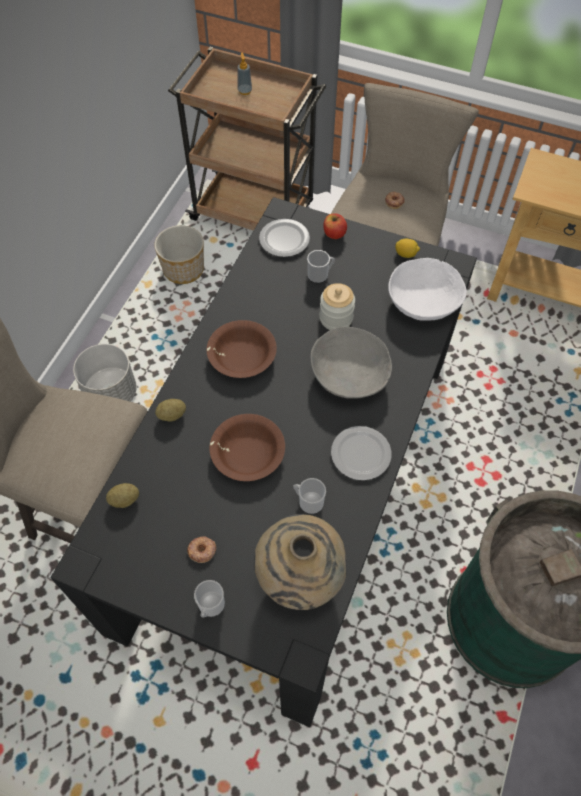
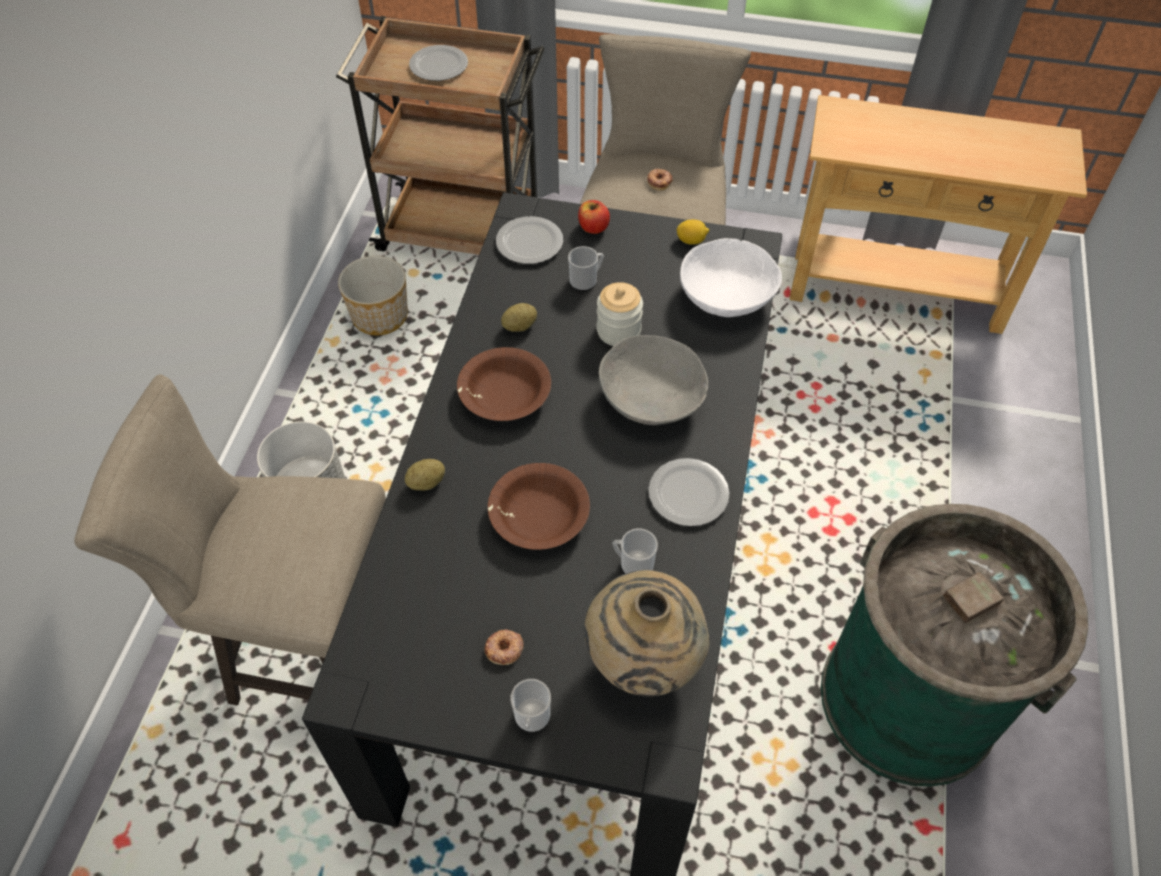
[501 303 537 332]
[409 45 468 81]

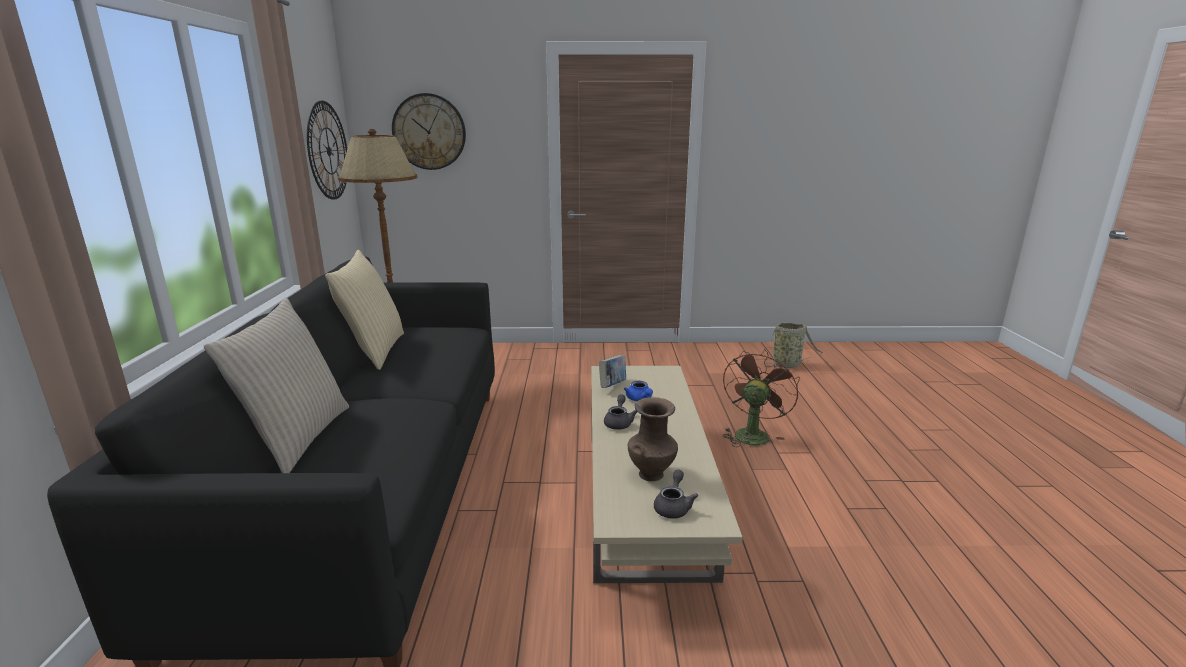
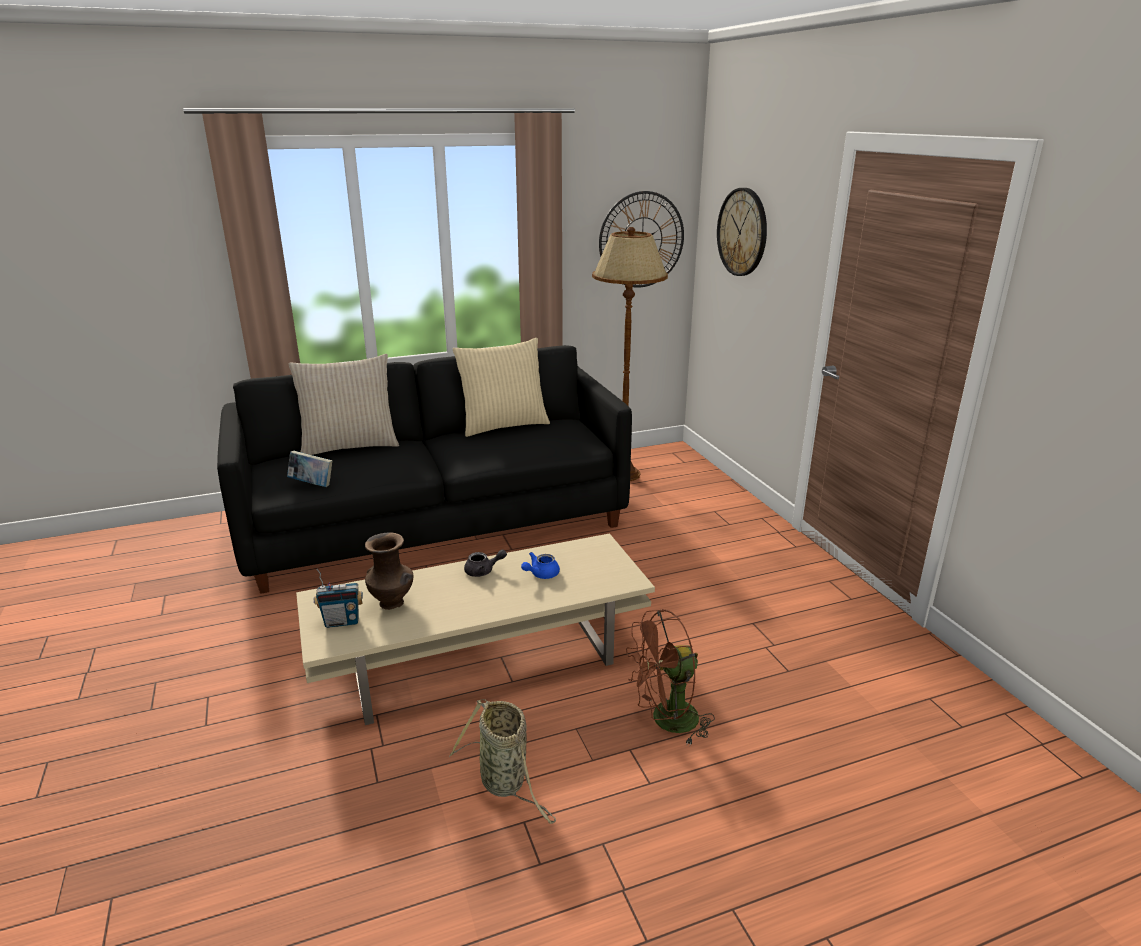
[287 451 332 487]
[449 699 556 824]
[314 568 363 628]
[626 609 715 746]

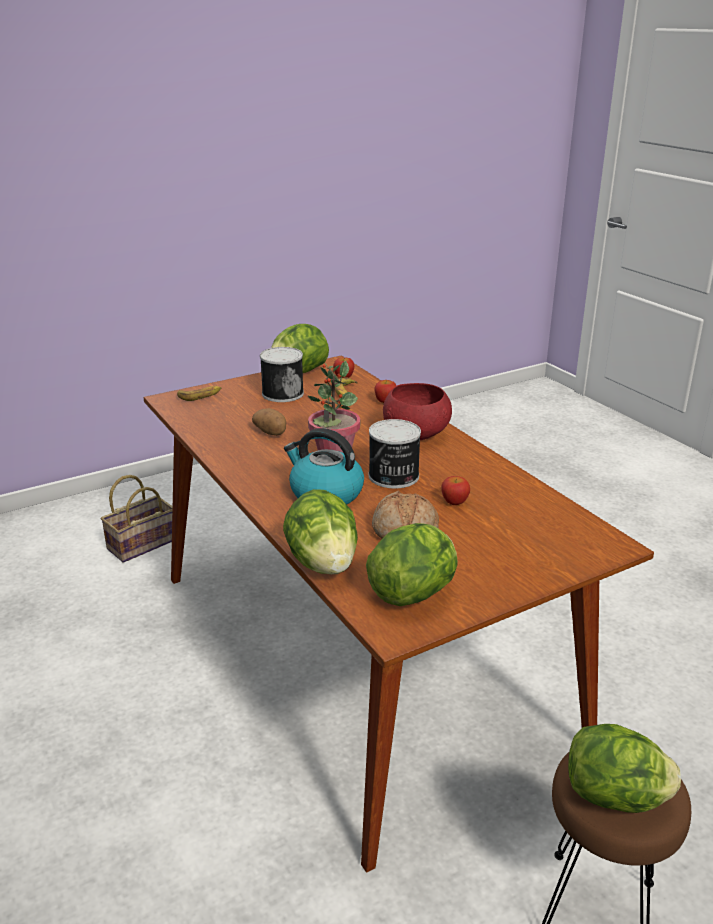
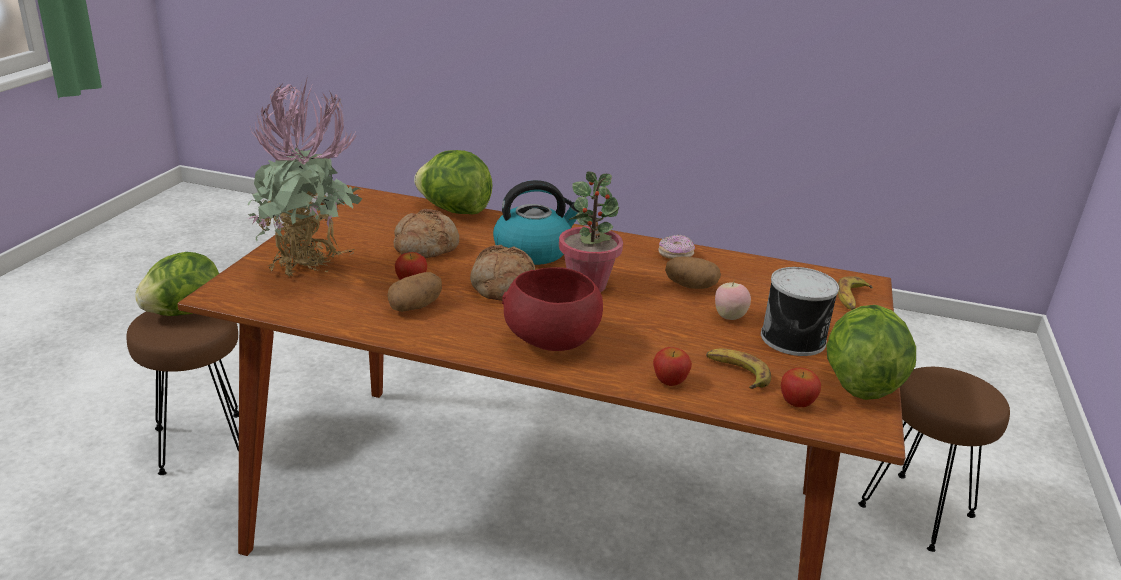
[366 523 458 606] (first image)
[248 76 363 277]
[388 272 442 312]
[658 235 695 259]
[715 281 751 320]
[858 367 1010 552]
[470 245 535 301]

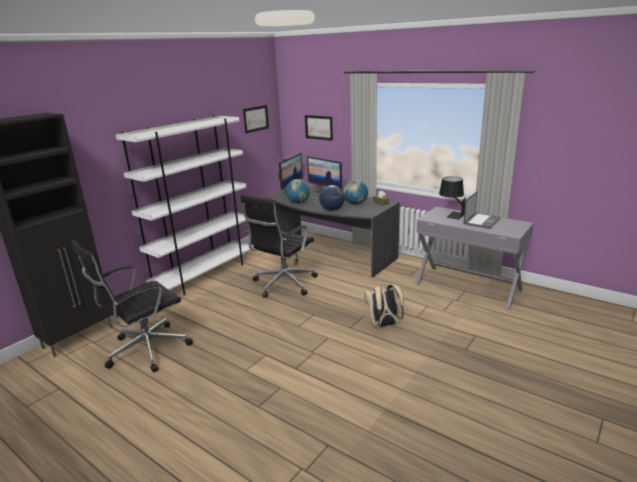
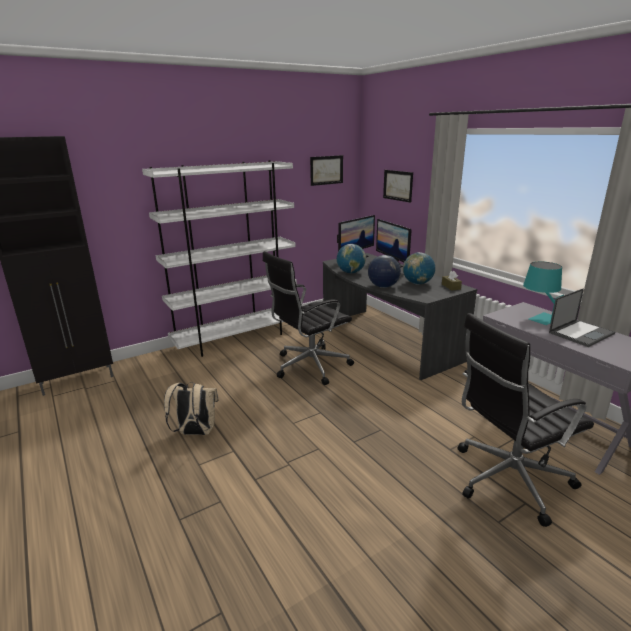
[458 313 594 527]
[164 382 219 435]
[523 261 564 325]

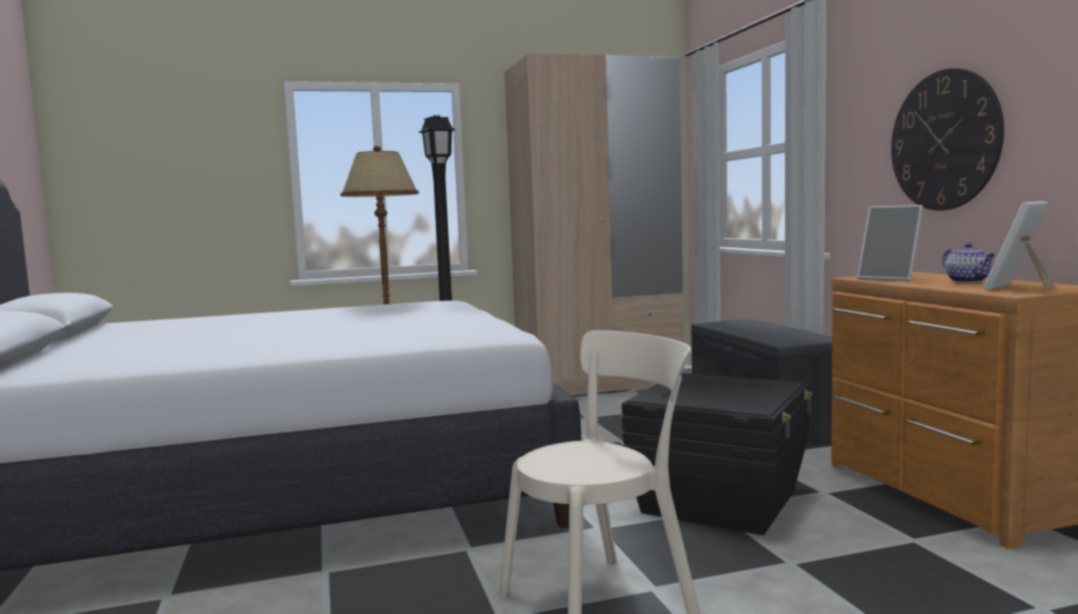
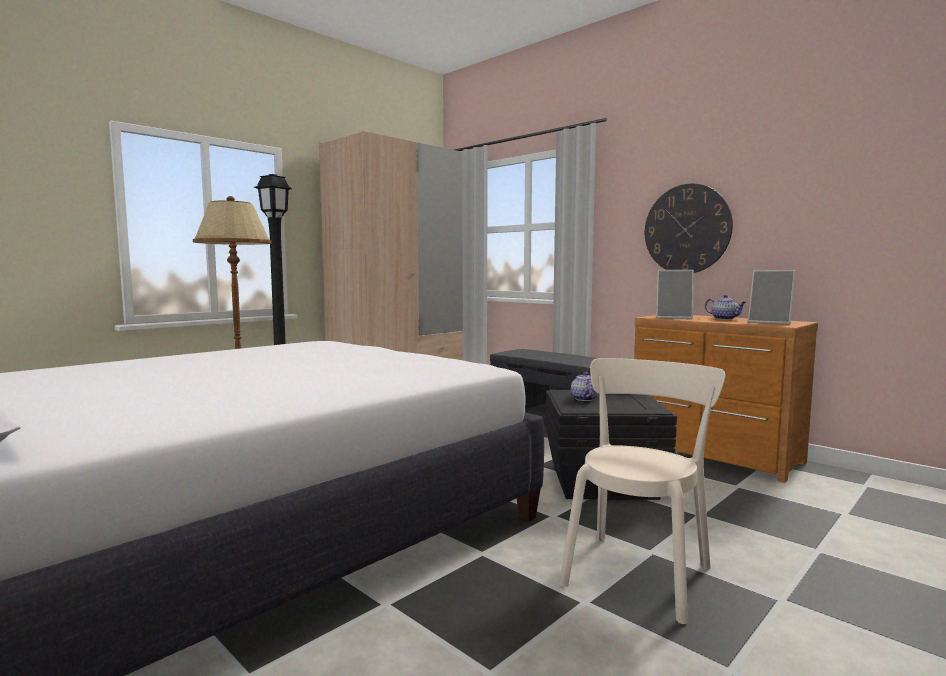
[571 372 599 401]
[748 270 795 325]

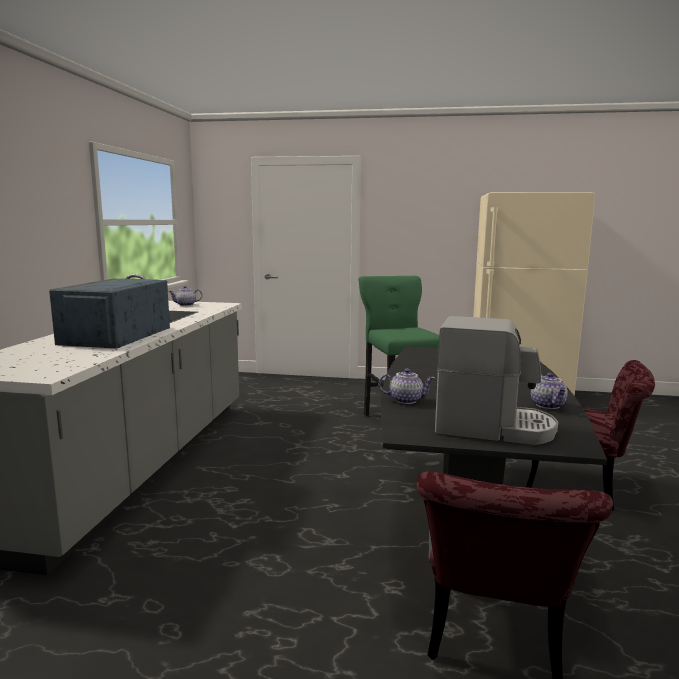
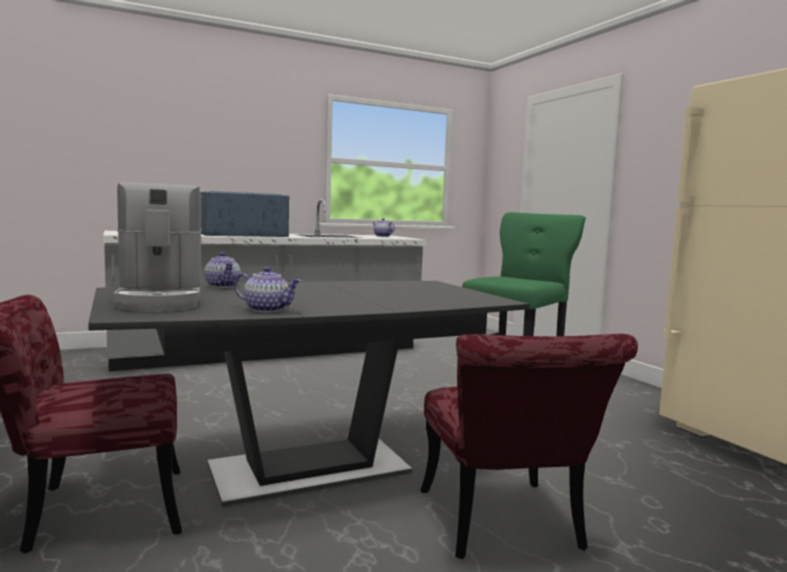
[234 267 301 312]

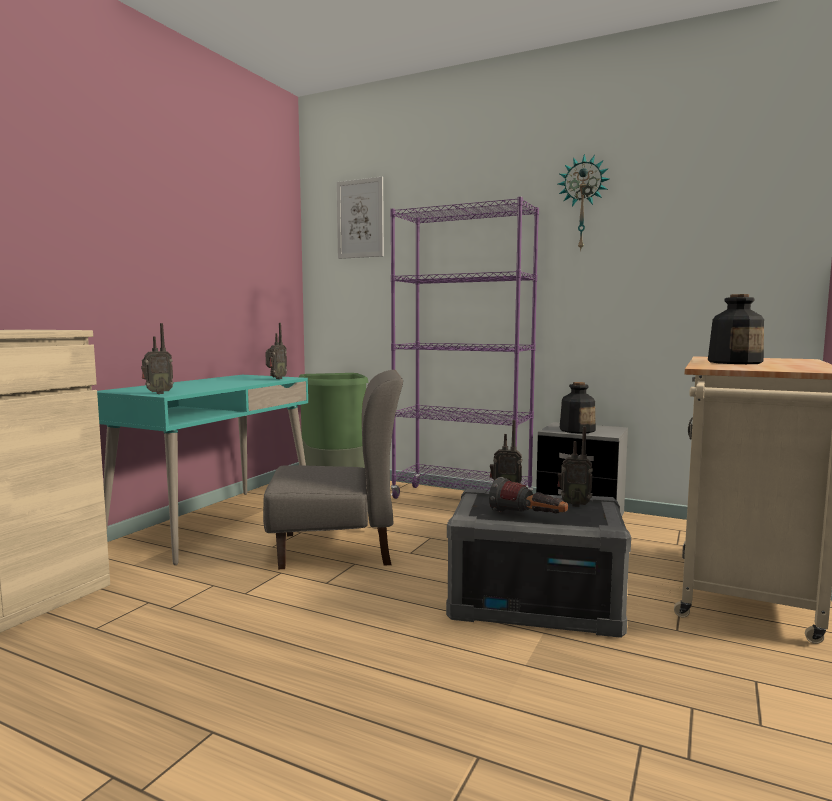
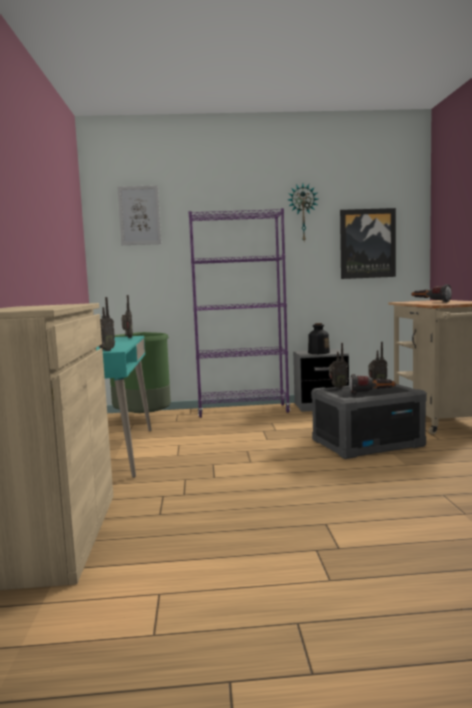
[263 370 403 569] (first image)
[340 208 396 279]
[412 284 452 303]

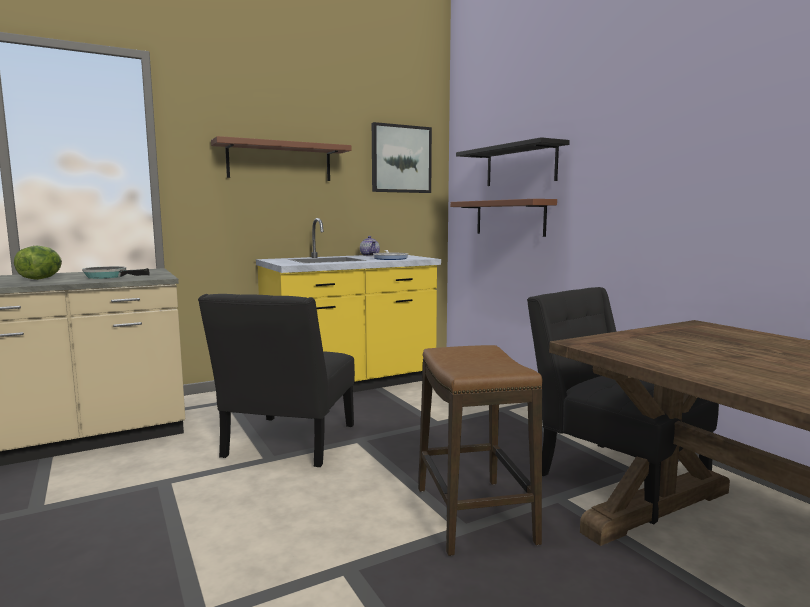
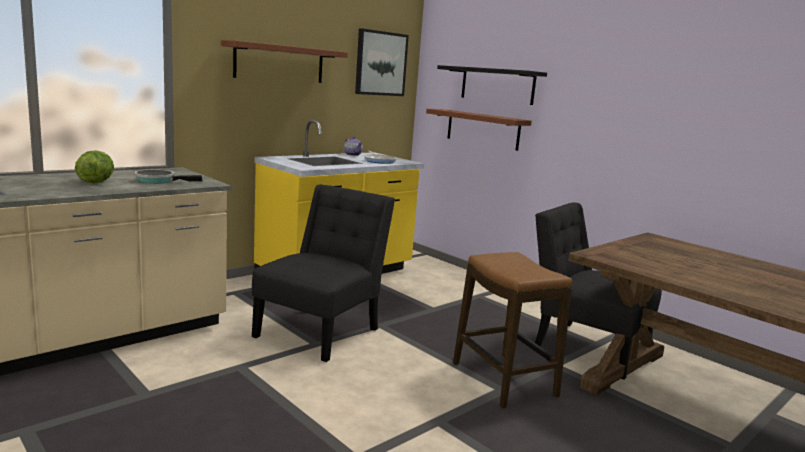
[252 184 395 362]

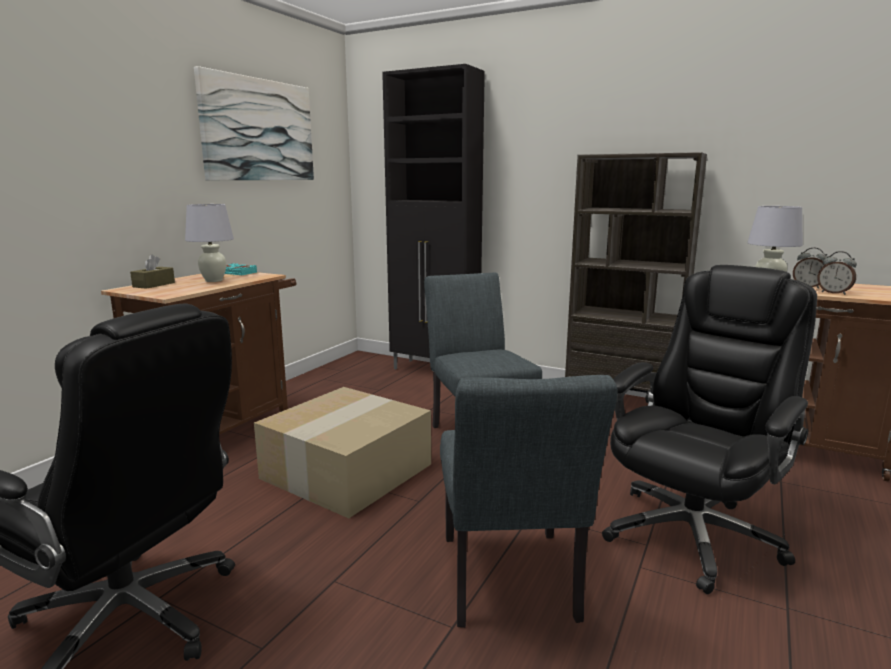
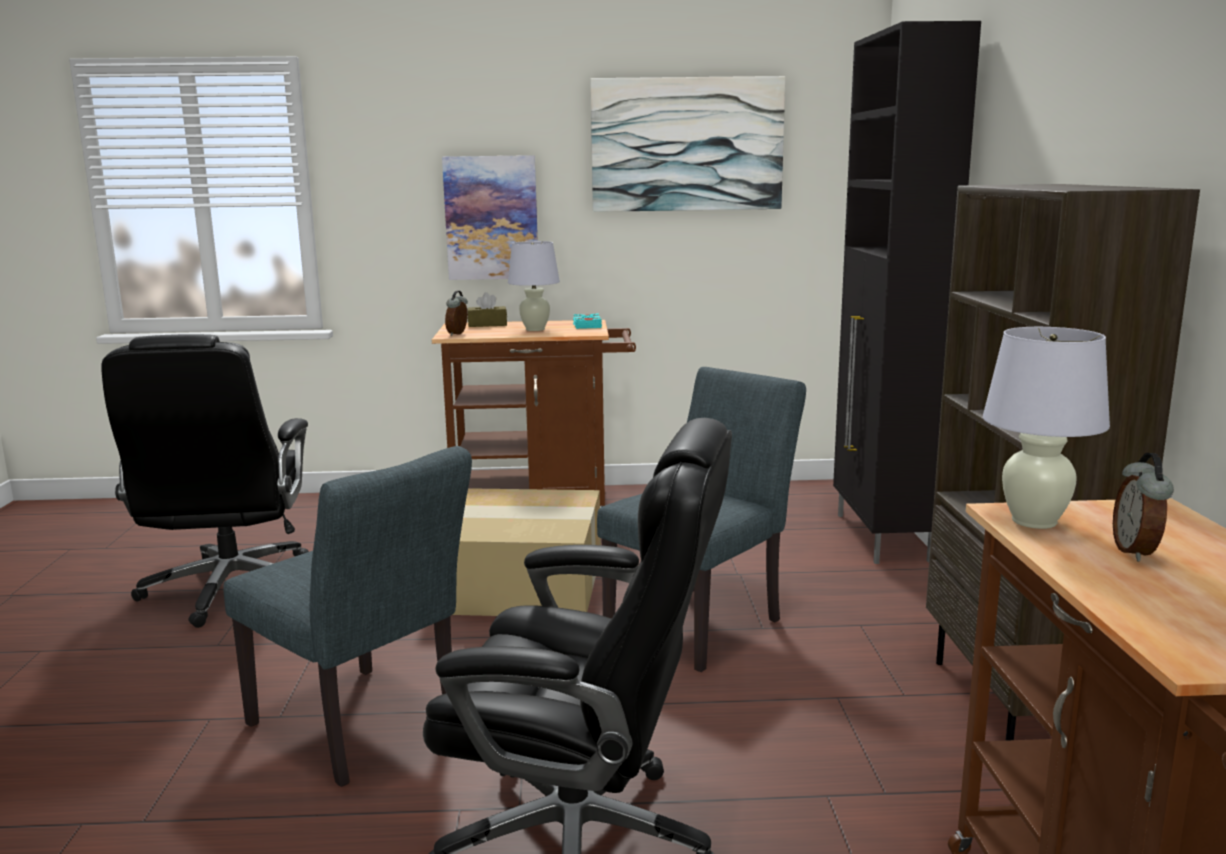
[442 155 538 280]
[445 291 468 336]
[223 446 472 787]

